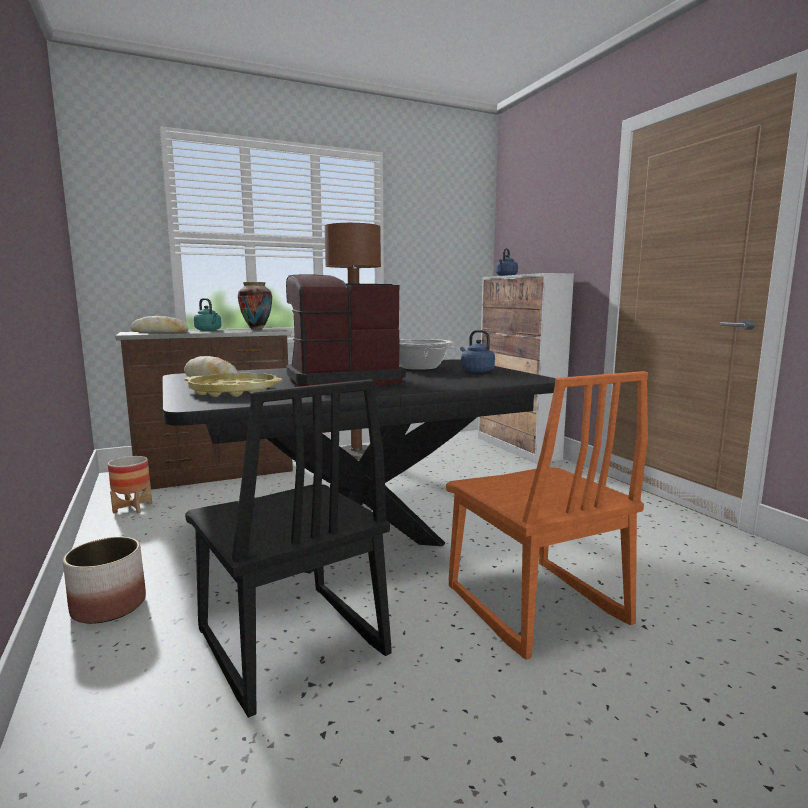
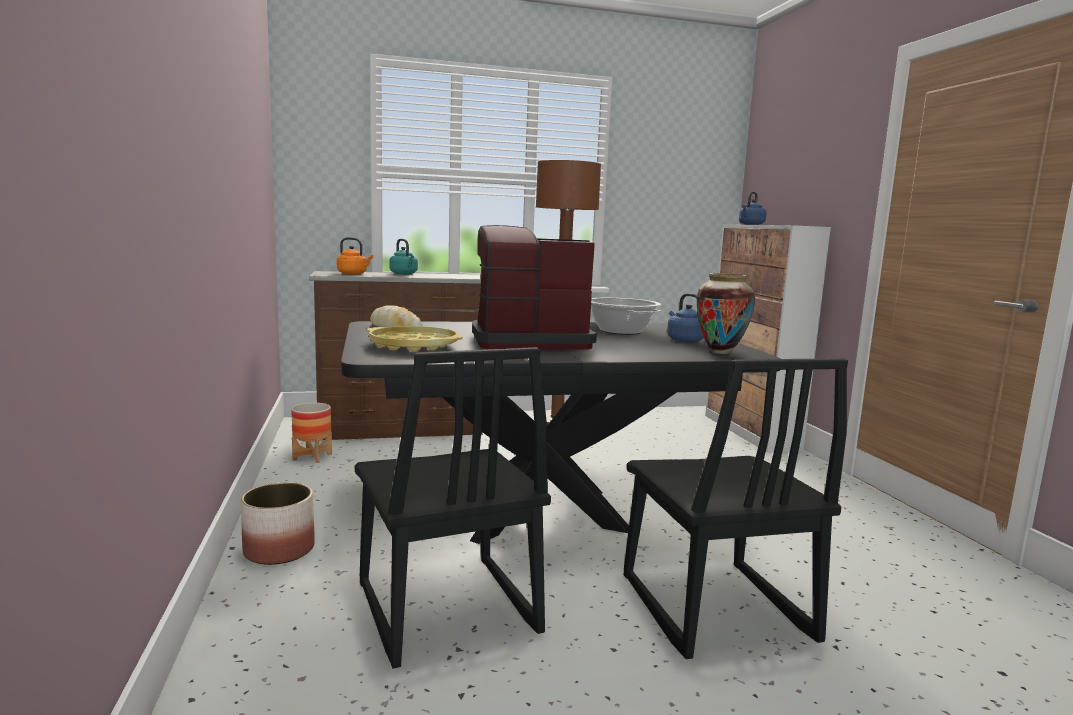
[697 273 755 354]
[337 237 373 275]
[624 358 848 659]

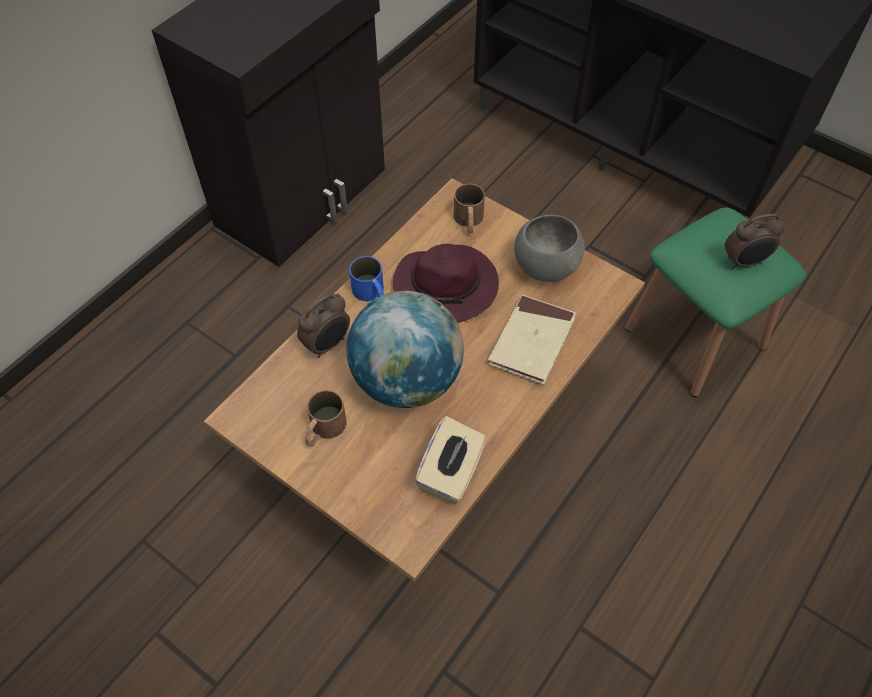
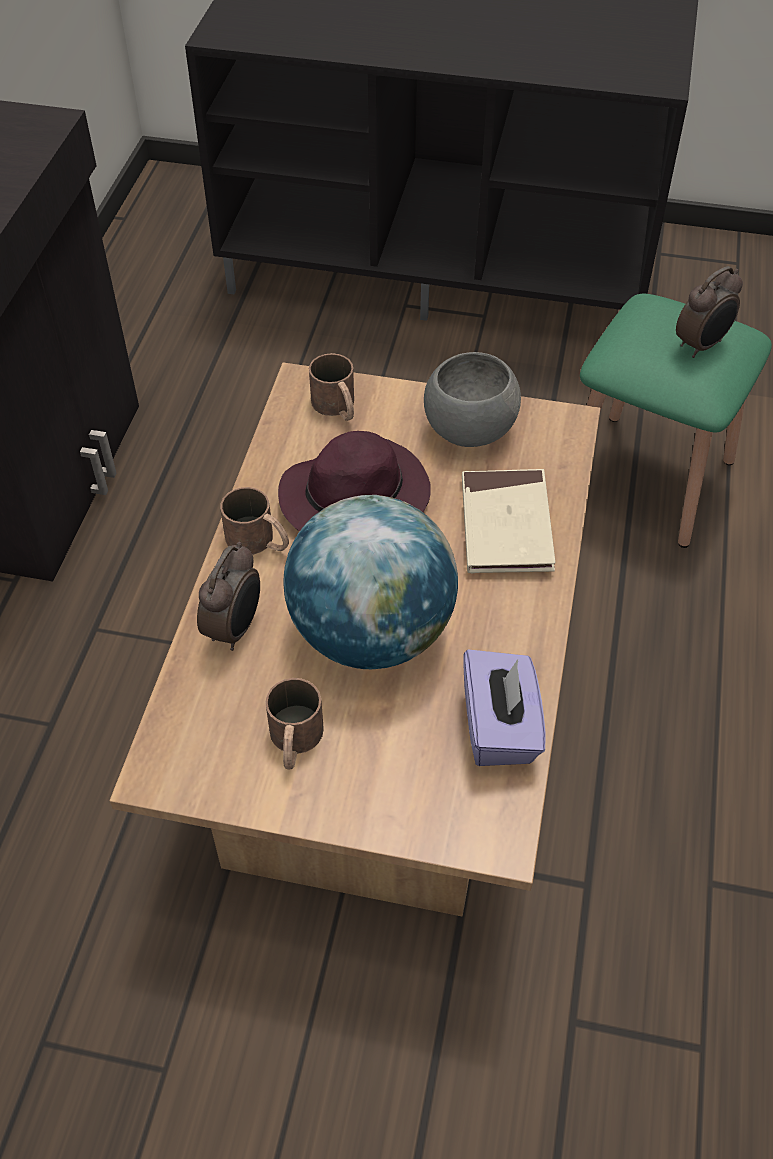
[220 487 289 555]
[464 649 546 766]

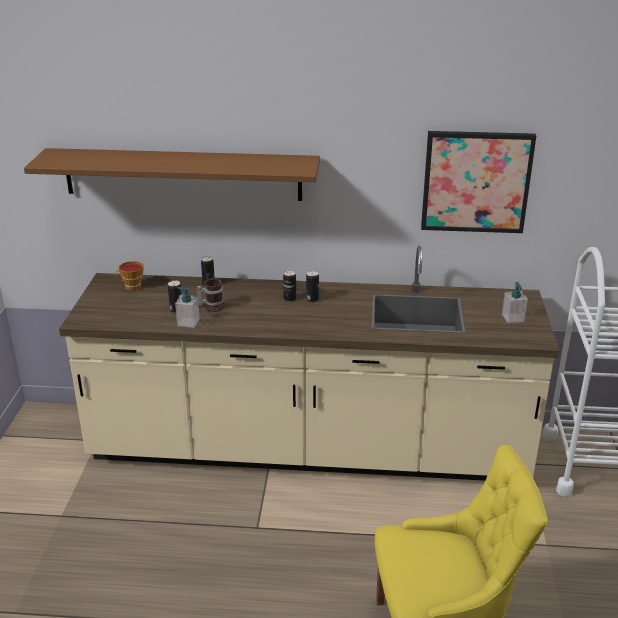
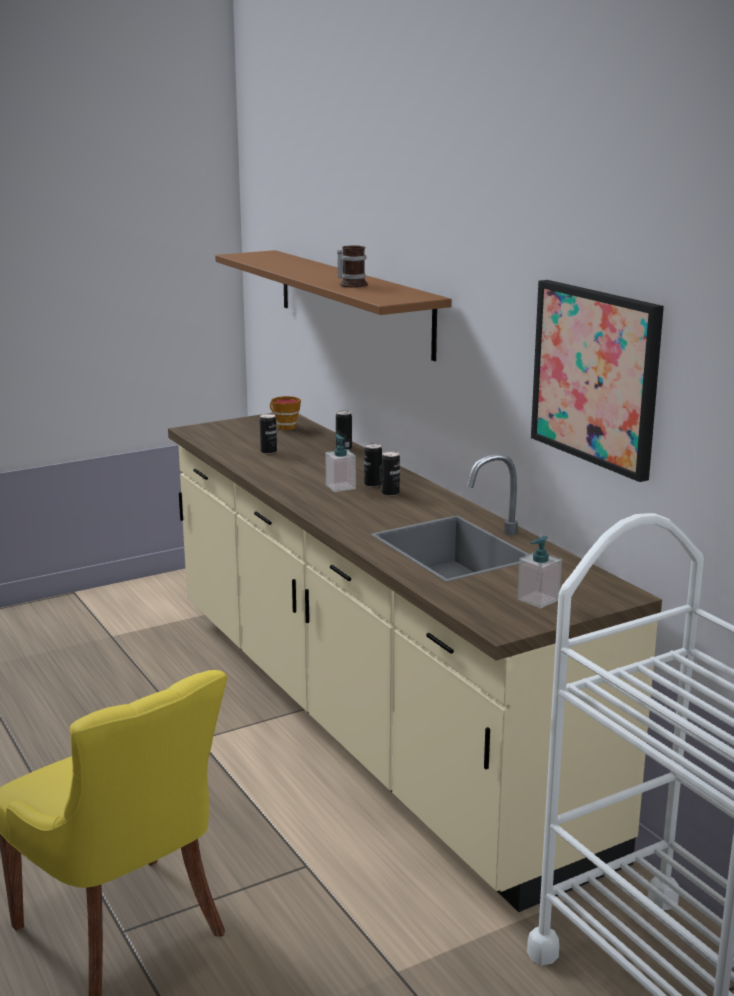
[325 434 356 492]
[337 245 368 288]

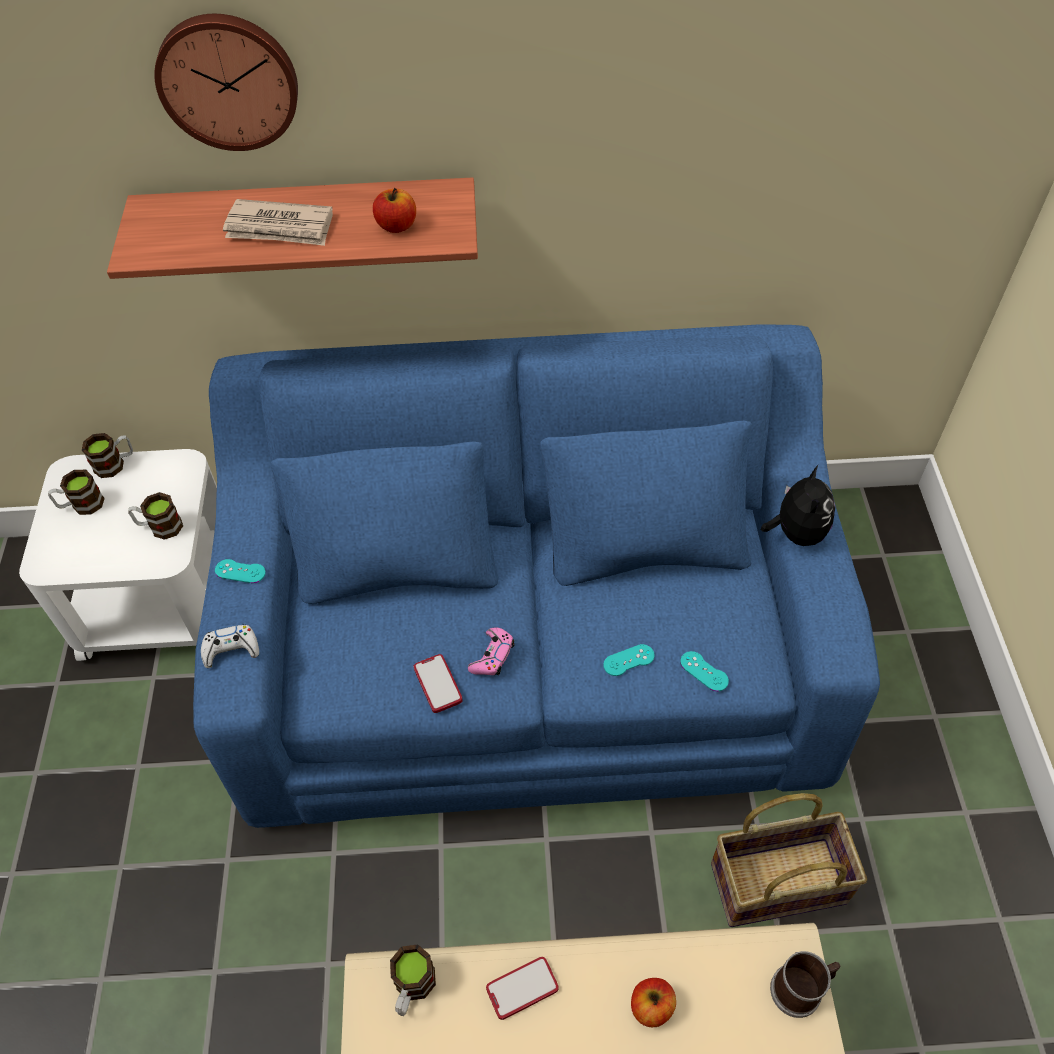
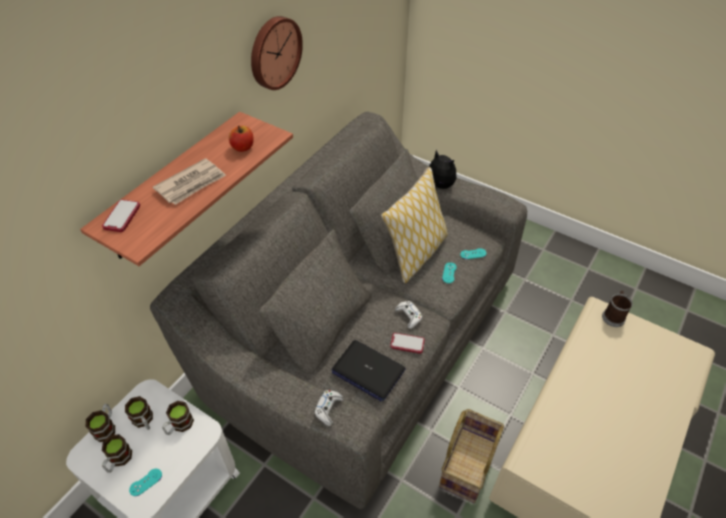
[631 978 676 1027] (first image)
[332 340 406 401]
[381 167 448 283]
[251 16 303 90]
[129 469 162 496]
[125 396 153 430]
[102 200 140 232]
[439 409 504 503]
[150 112 527 509]
[395 301 422 329]

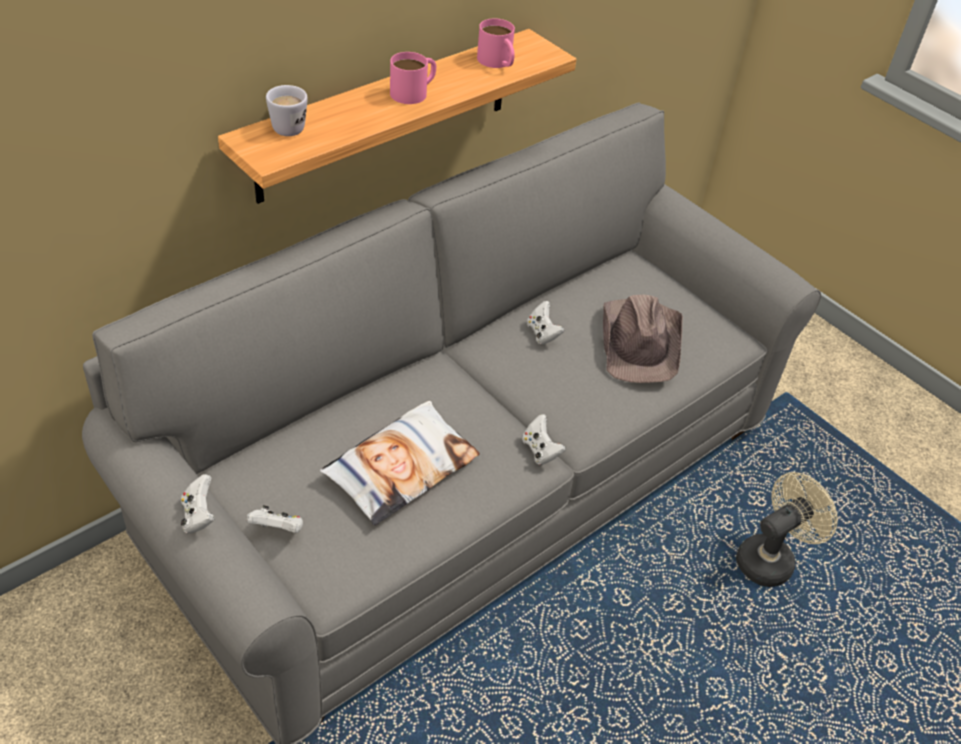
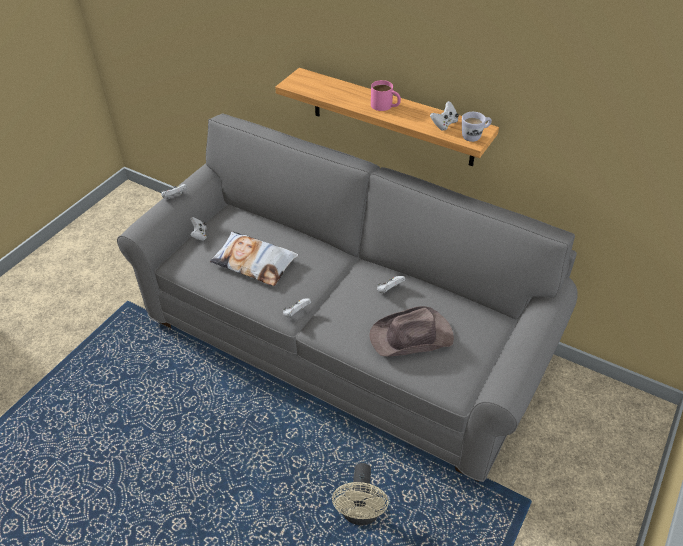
[462 112 492 142]
[430 101 459 131]
[332 463 388 525]

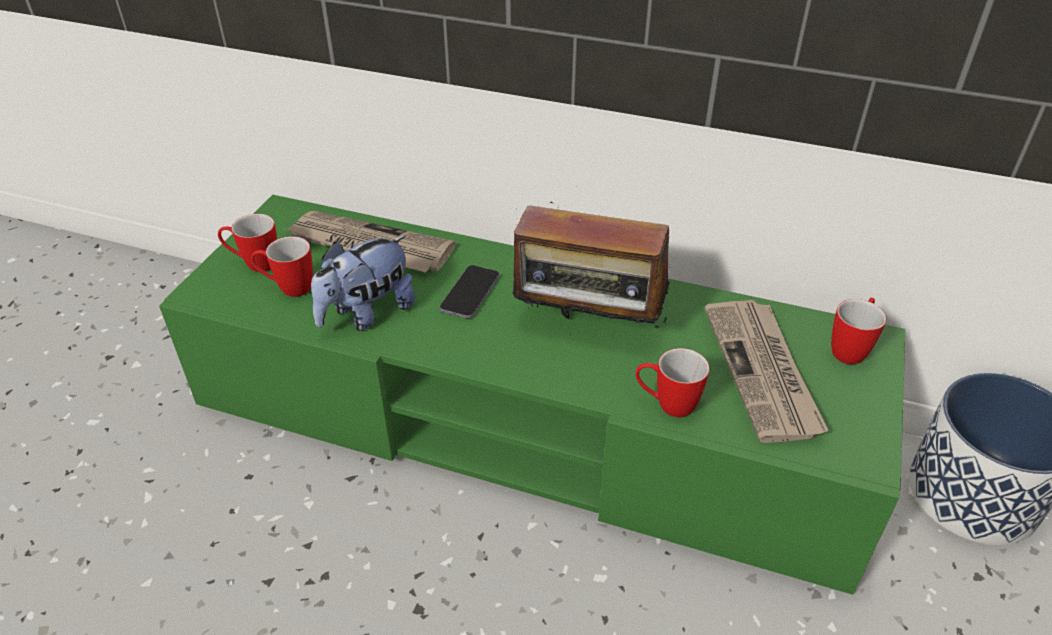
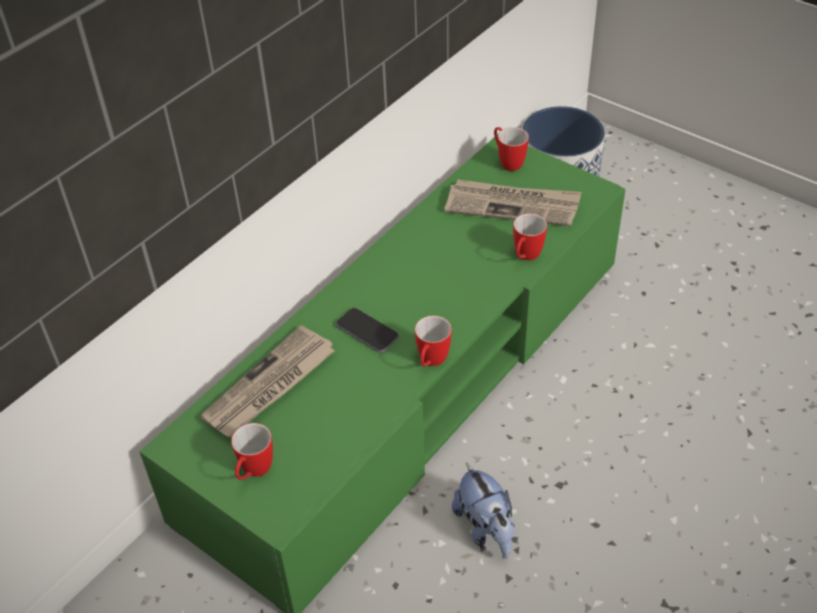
[512 186 670 334] (first image)
[415 316 452 366]
[452 462 515 559]

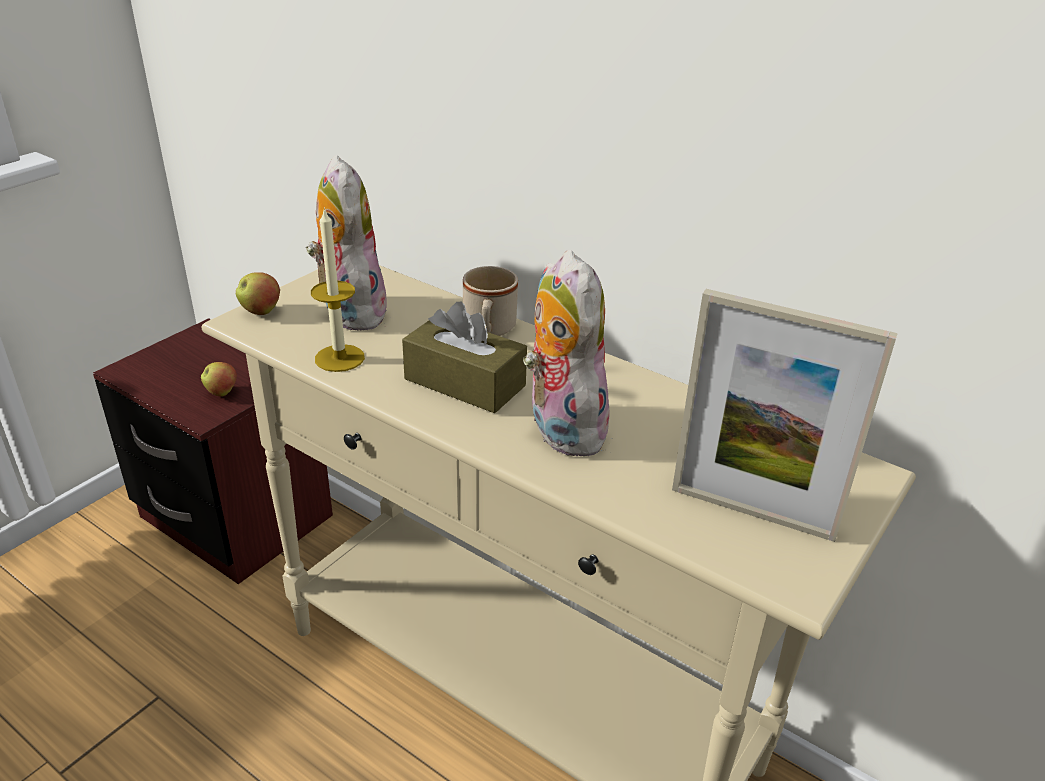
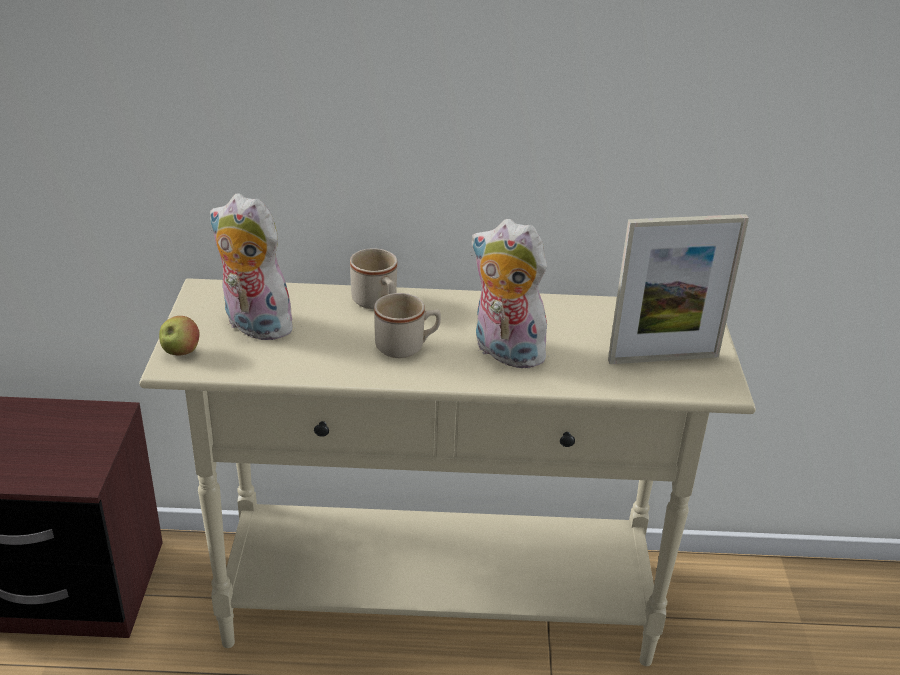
[201 362 237 397] (first image)
[311 207 365 372] (first image)
[374 293 441 358]

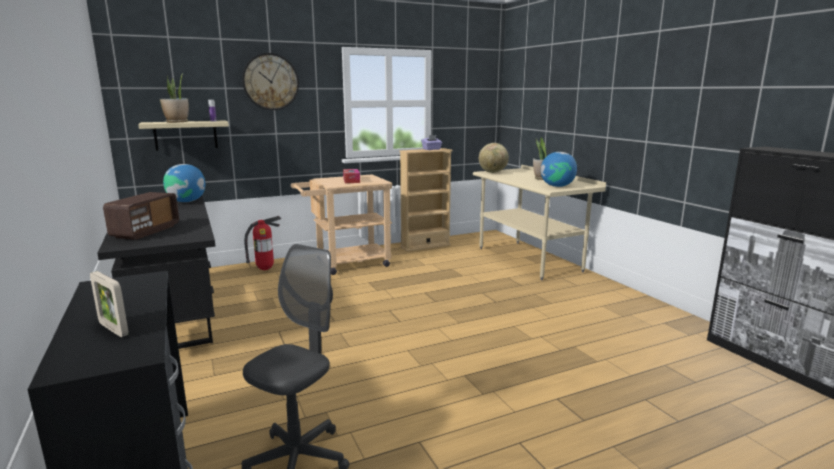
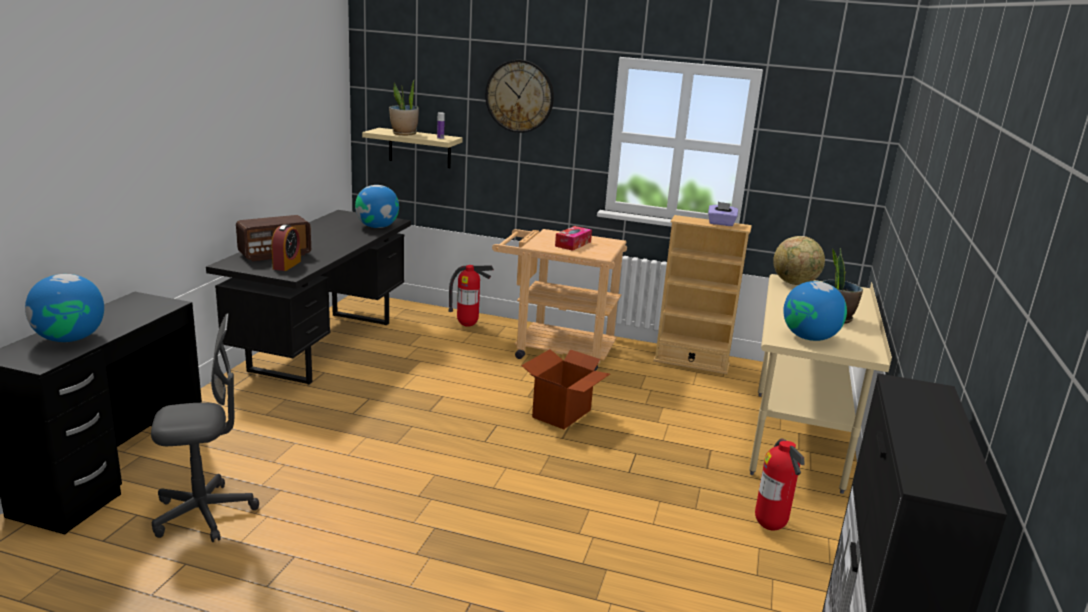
[271 224 301 271]
[521 349 610 429]
[755 439 805 531]
[25 274 104 342]

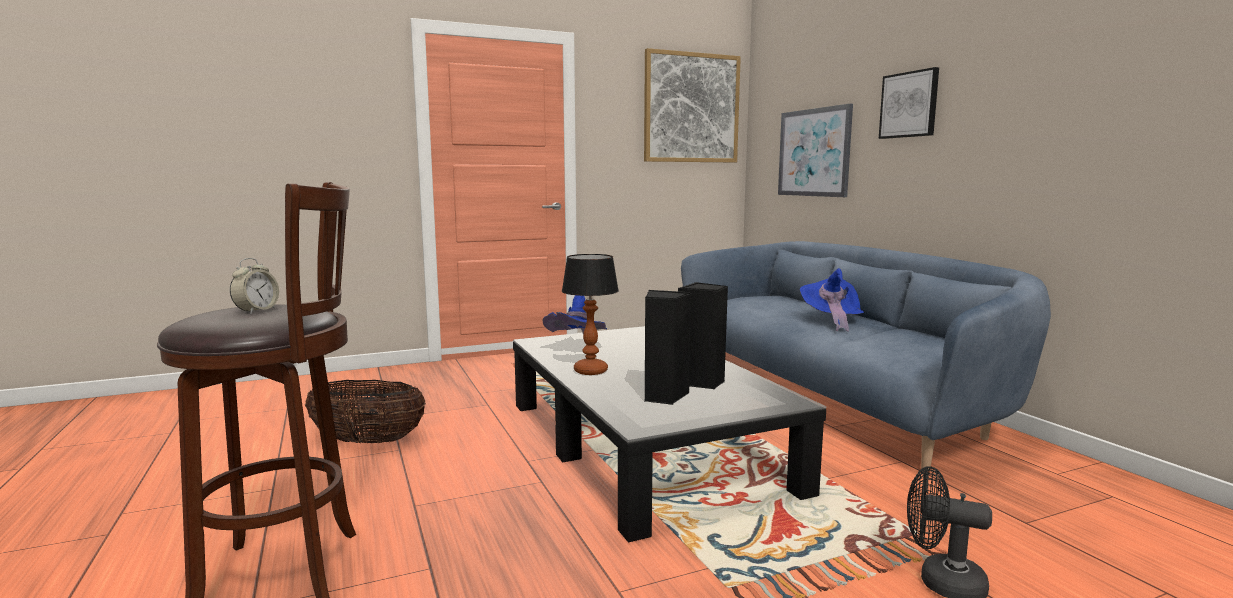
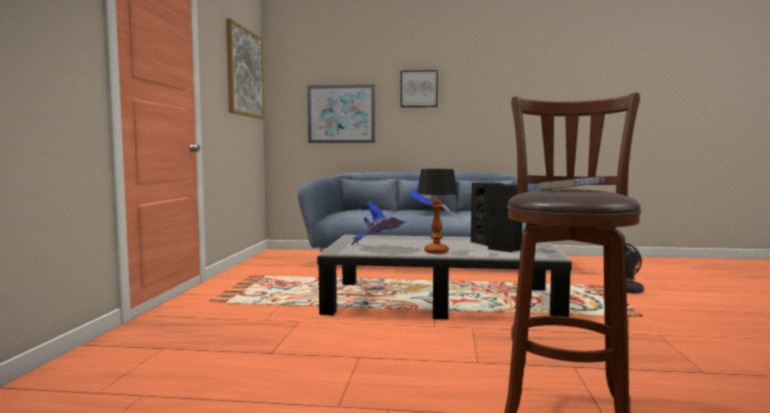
[305 380 426 444] (first image)
[538 177 605 190]

